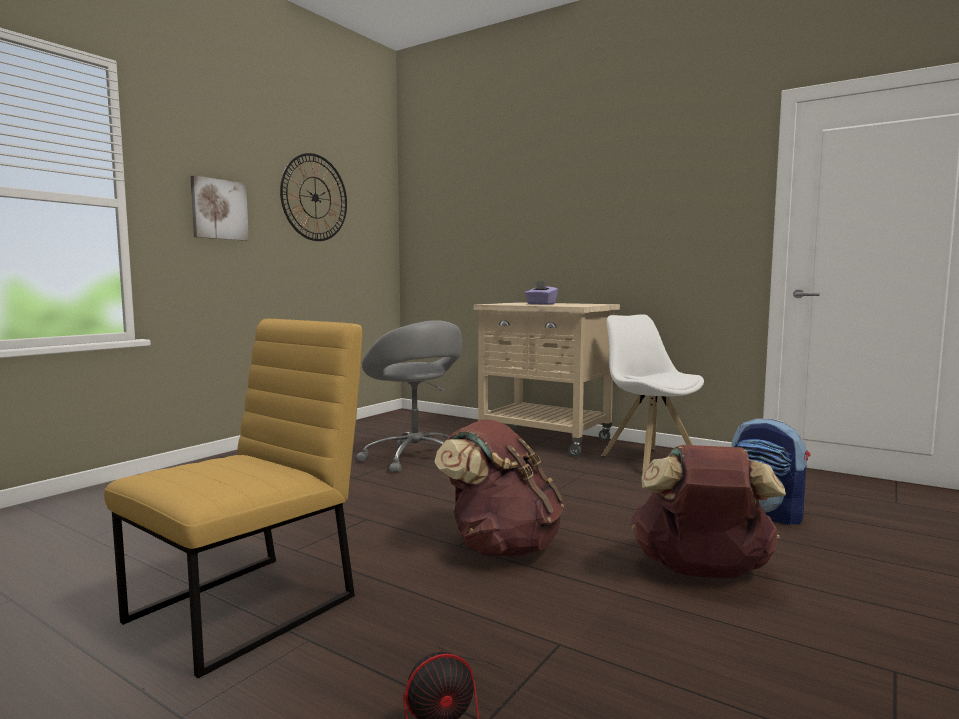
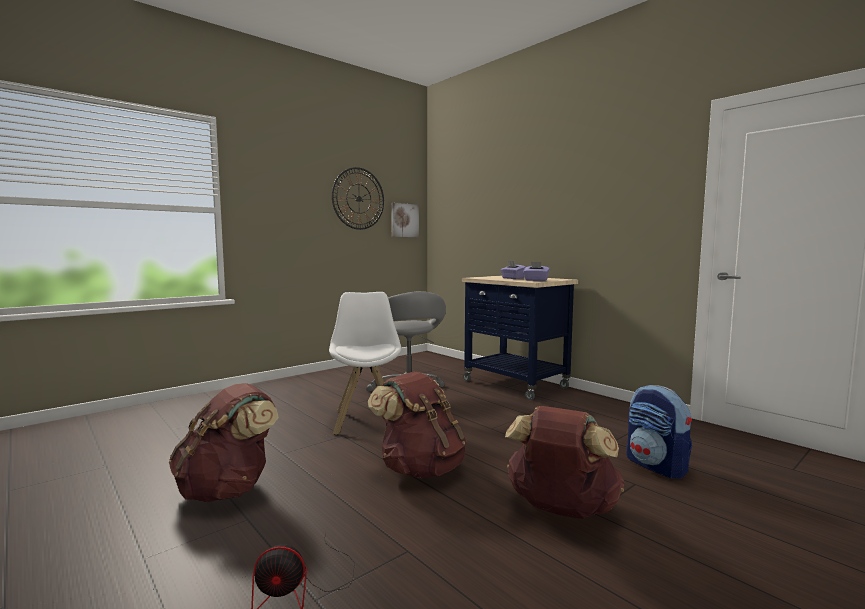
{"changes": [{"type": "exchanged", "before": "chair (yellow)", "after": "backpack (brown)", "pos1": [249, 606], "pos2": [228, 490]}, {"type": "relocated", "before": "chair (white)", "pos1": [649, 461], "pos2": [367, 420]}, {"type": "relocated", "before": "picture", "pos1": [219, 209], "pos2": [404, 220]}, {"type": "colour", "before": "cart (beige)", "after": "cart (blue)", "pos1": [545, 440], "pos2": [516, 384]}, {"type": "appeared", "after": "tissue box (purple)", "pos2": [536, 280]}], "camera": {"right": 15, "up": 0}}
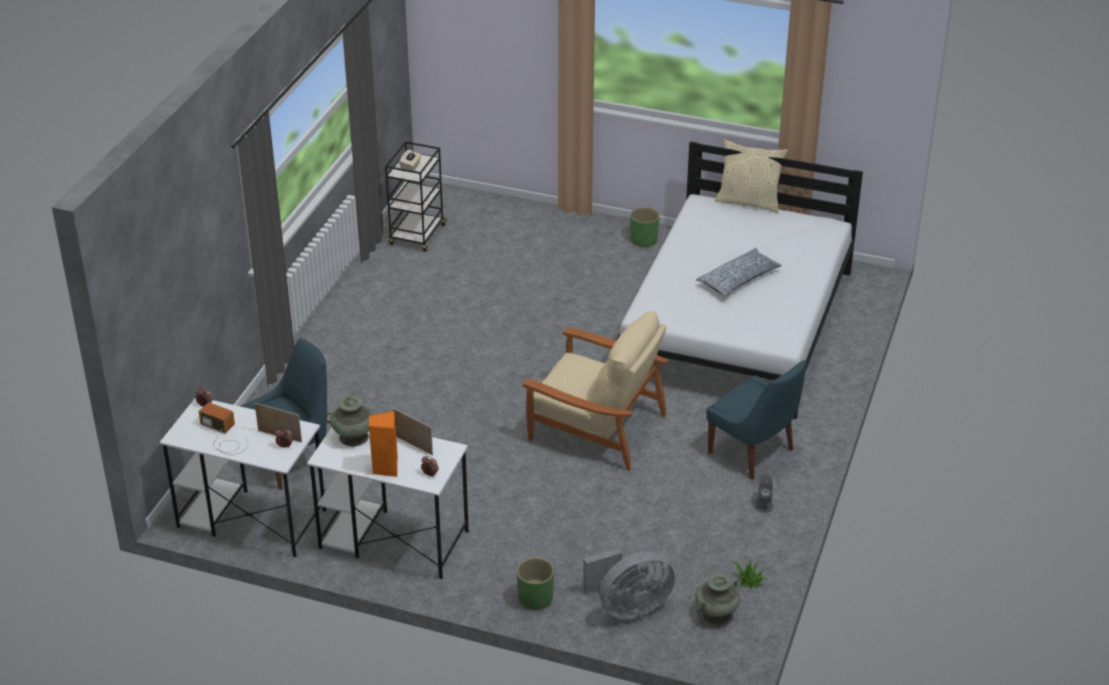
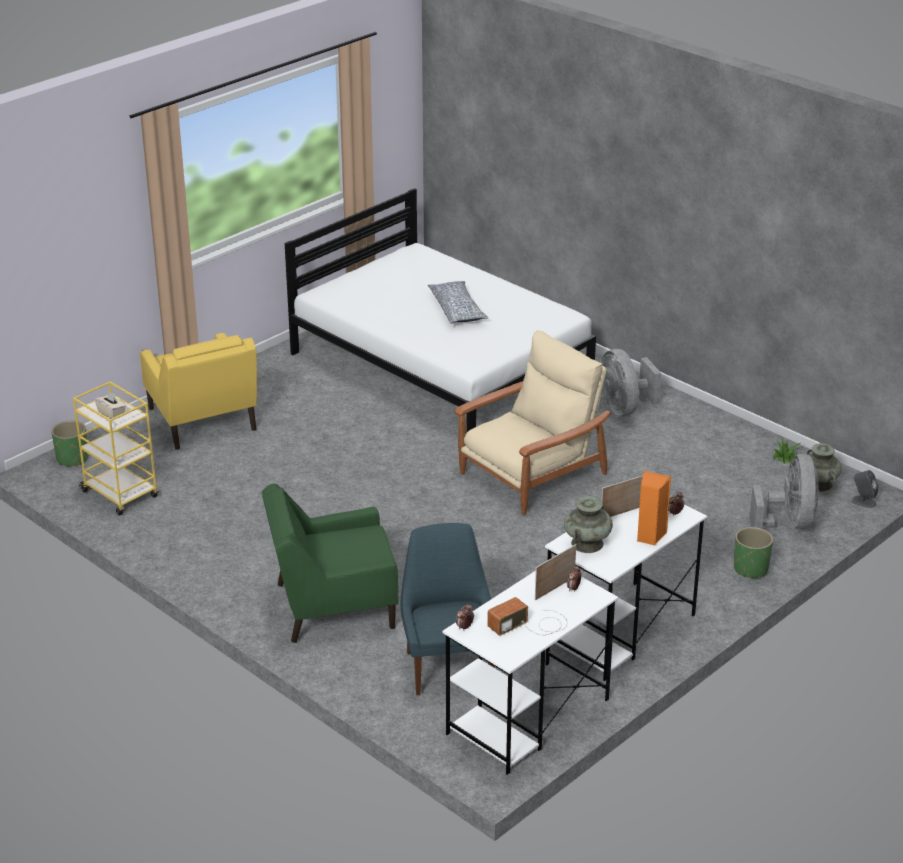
{"changes": [{"type": "relocated", "before": "planter (green)", "pos1": [643, 240], "pos2": [72, 459]}, {"type": "colour", "before": "cart (black)", "after": "cart (yellow)", "pos1": [417, 236], "pos2": [121, 495]}, {"type": "appeared", "after": "armchair (yellow)", "pos2": [202, 421]}, {"type": "appeared", "after": "armchair (green)", "pos2": [332, 606]}, {"type": "exchanged", "before": "chair (blue)", "after": "fan (grey)", "pos1": [753, 453], "pos2": [624, 409]}, {"type": "relocated", "before": "speaker (grey)", "pos1": [763, 504], "pos2": [863, 501]}, {"type": "missing", "before": "pillow (beige)", "pos1": [748, 201]}], "camera": {"right": -65, "up": -5}}
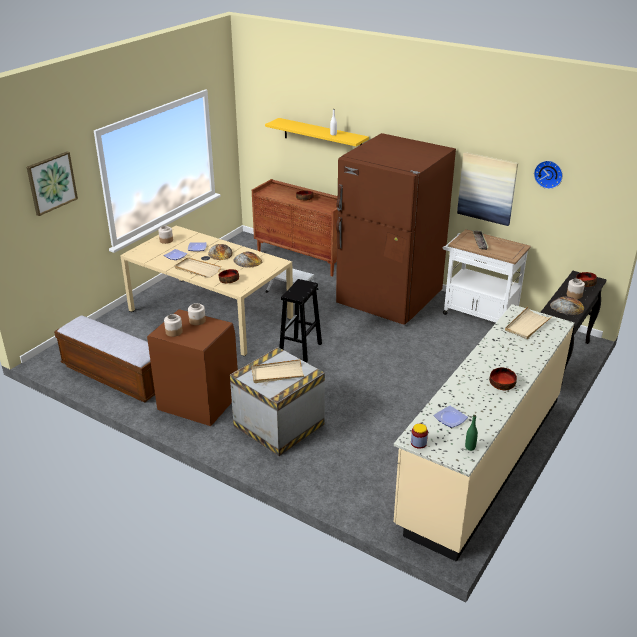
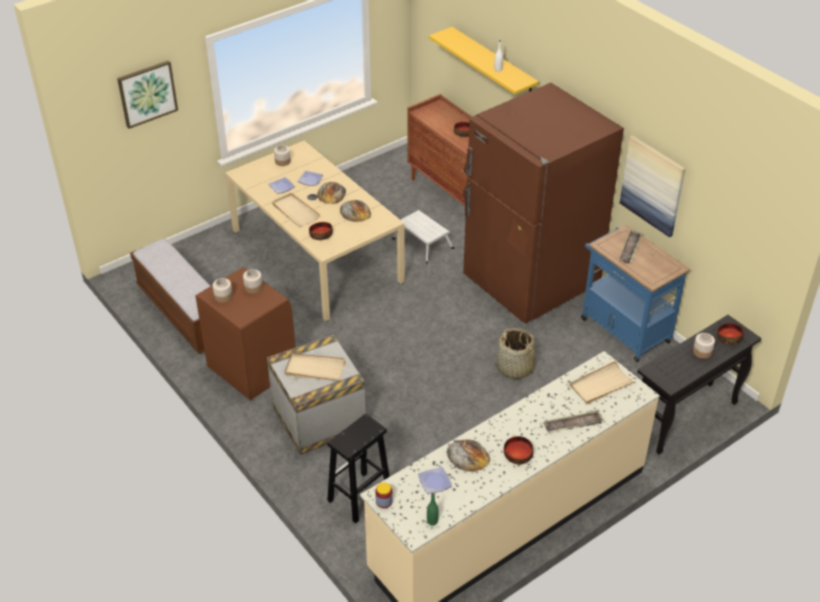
{"changes": [{"type": "relocated", "before": "stool (black)", "pos1": [300, 350], "pos2": [359, 498]}, {"type": "relocated", "before": "bread", "pos1": [567, 307], "pos2": [468, 455]}, {"type": "appeared", "after": "basket", "pos2": [515, 368]}, {"type": "appeared", "after": "tray", "pos2": [572, 424]}, {"type": "colour", "before": "cart (white)", "after": "cart (blue)", "pos1": [477, 314], "pos2": [623, 329]}, {"type": "missing", "before": "wall clock", "pos1": [549, 174]}], "camera": {"right": 20, "up": 10}}
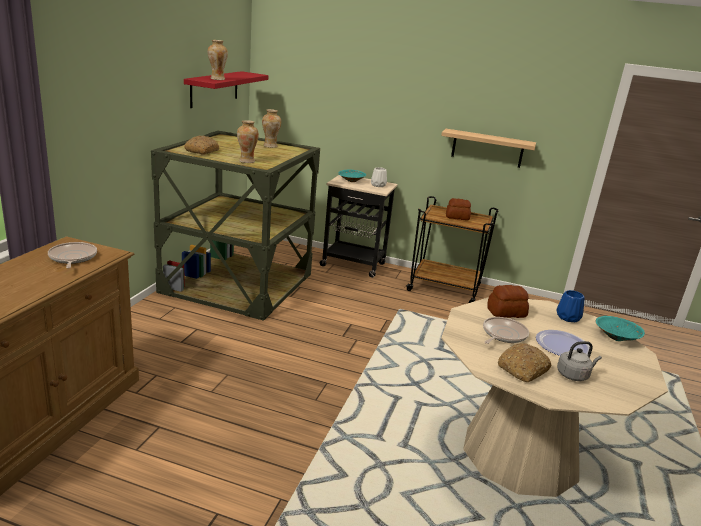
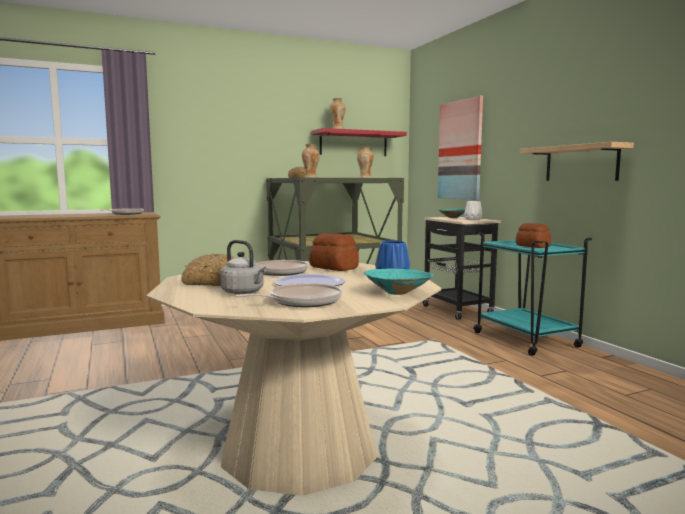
{"changes": [{"type": "appeared", "after": "frying pan", "pos2": [301, 301]}, {"type": "appeared", "after": "picture", "pos2": [460, 150]}, {"type": "colour", "before": "cart (brown)", "after": "cart (turquoise)", "pos1": [445, 288], "pos2": [526, 340]}], "camera": {"right": 50, "up": -15}}
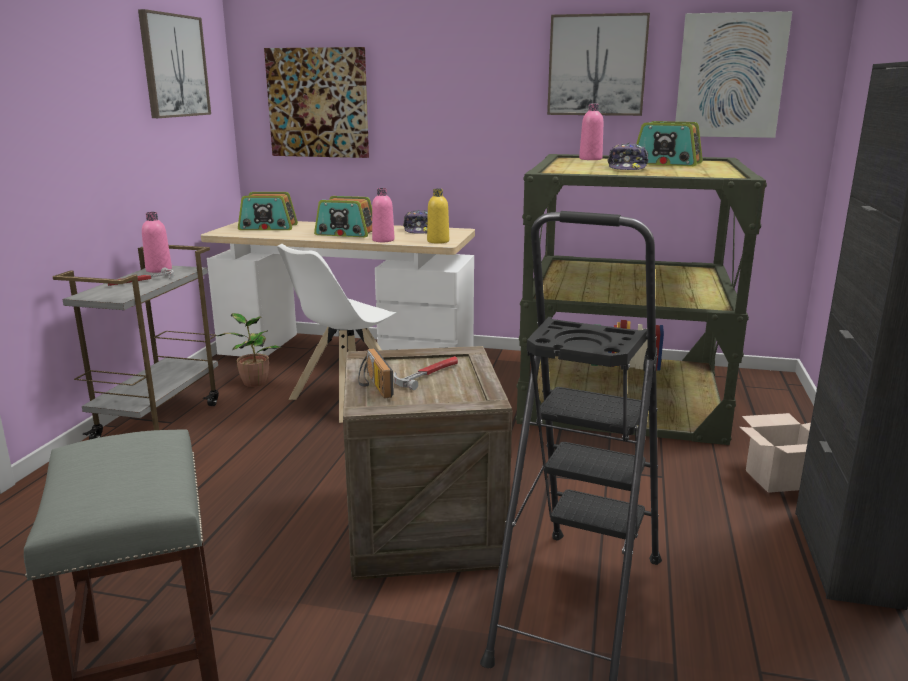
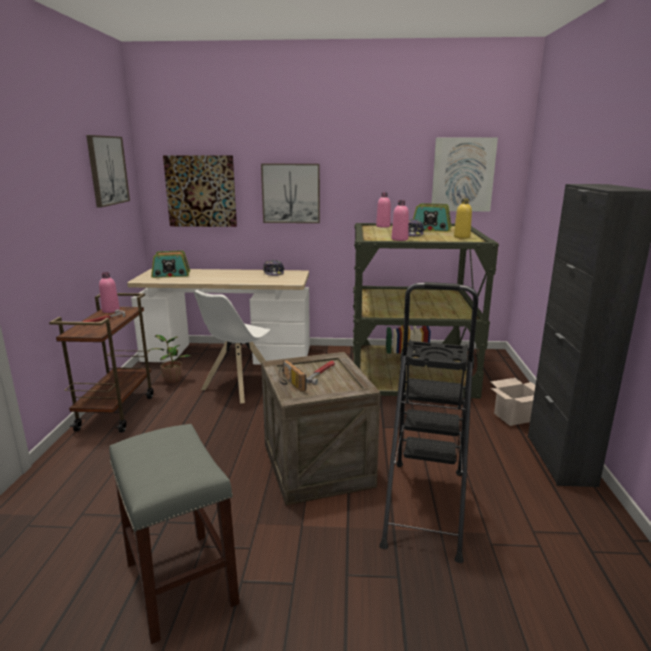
{"changes": [{"type": "colour", "before": "cart (grey)", "after": "cart (brown)", "pos1": [161, 420], "pos2": [117, 411]}, {"type": "relocated", "before": "picture", "pos1": [597, 65], "pos2": [291, 193]}, {"type": "relocated", "before": "bottle (pink)", "pos1": [383, 240], "pos2": [399, 239]}, {"type": "relocated", "before": "bottle (yellow)", "pos1": [438, 241], "pos2": [461, 237]}, {"type": "missing", "before": "radio", "pos1": [346, 233]}], "camera": {"right": -10, "up": 0}}
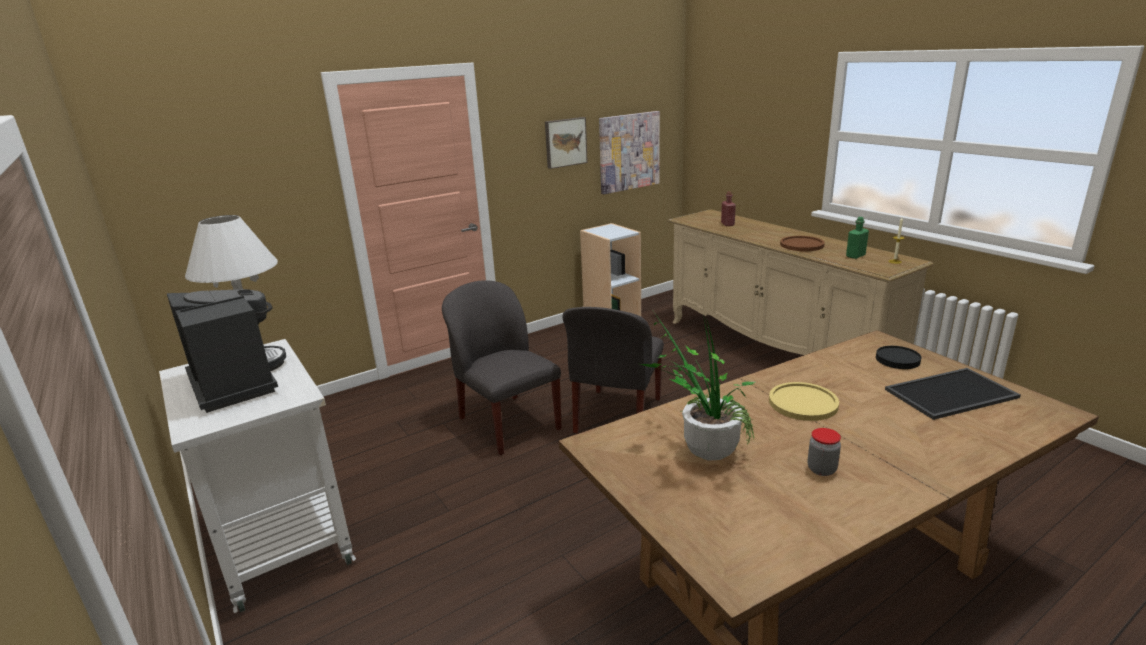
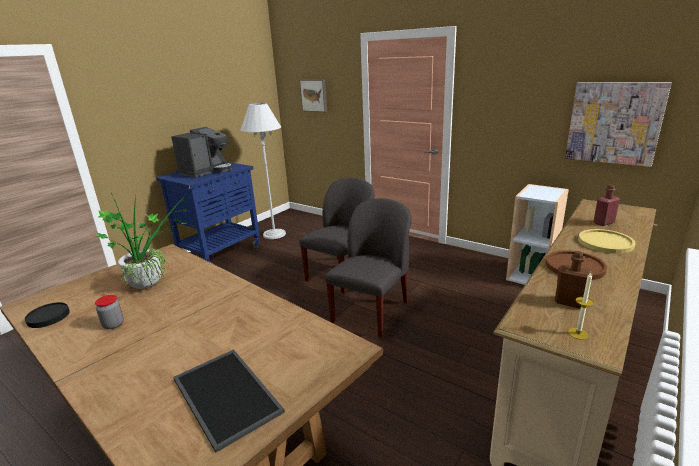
{"changes": [{"type": "relocated", "before": "plate (black)", "pos1": [897, 359], "pos2": [48, 317]}, {"type": "colour", "before": "cart (white)", "after": "cart (blue)", "pos1": [283, 545], "pos2": [221, 252]}, {"type": "relocated", "before": "picture", "pos1": [565, 142], "pos2": [314, 95]}, {"type": "spun", "before": "chair (grey)", "pos1": [617, 417], "pos2": [372, 311], "turn": 120}, {"type": "colour", "before": "bottle (green)", "after": "bottle (brown)", "pos1": [855, 256], "pos2": [569, 302]}, {"type": "relocated", "before": "plate (yellow)", "pos1": [803, 403], "pos2": [605, 242]}], "camera": {"right": 70, "up": 0}}
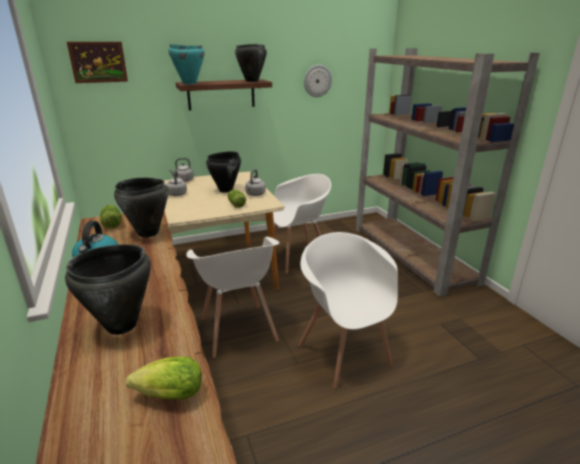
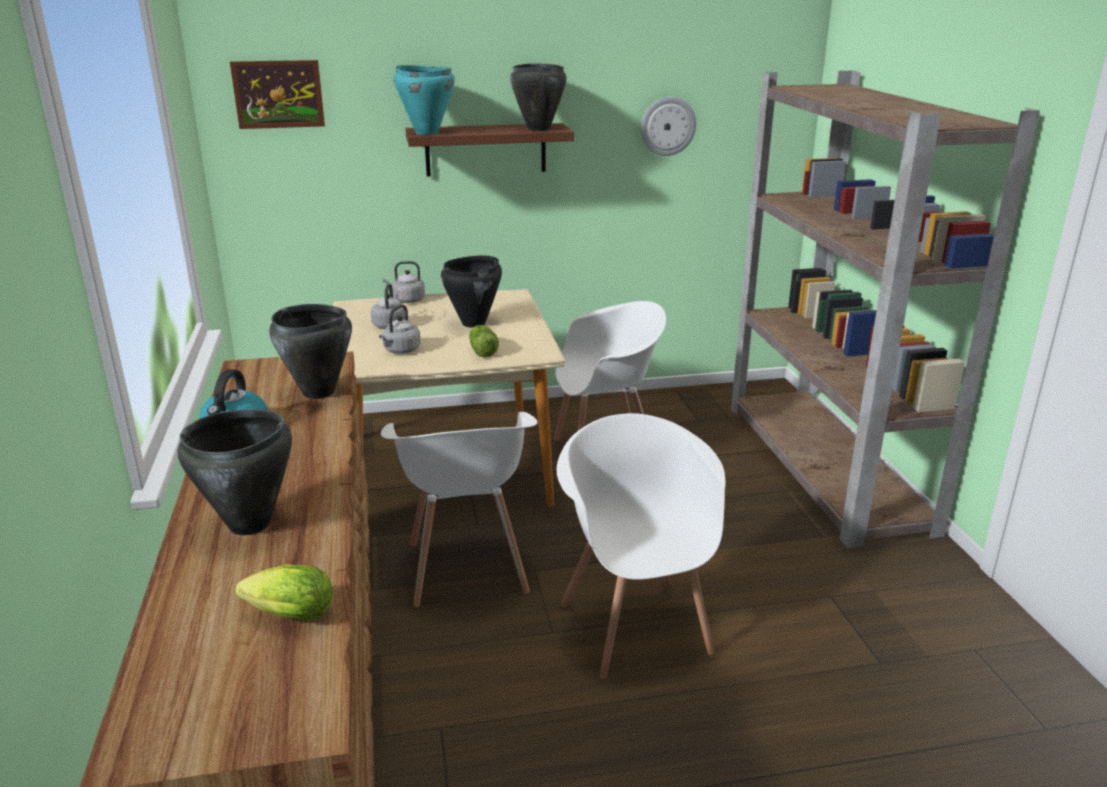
{"changes": [{"type": "relocated", "before": "kettle (grey)", "pos1": [255, 194], "pos2": [400, 350]}, {"type": "missing", "before": "lettuce", "pos1": [112, 223]}], "camera": {"right": 10, "up": 0}}
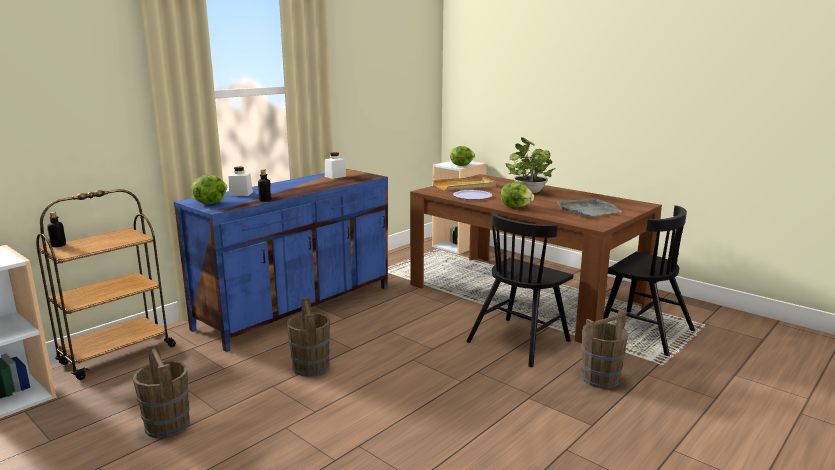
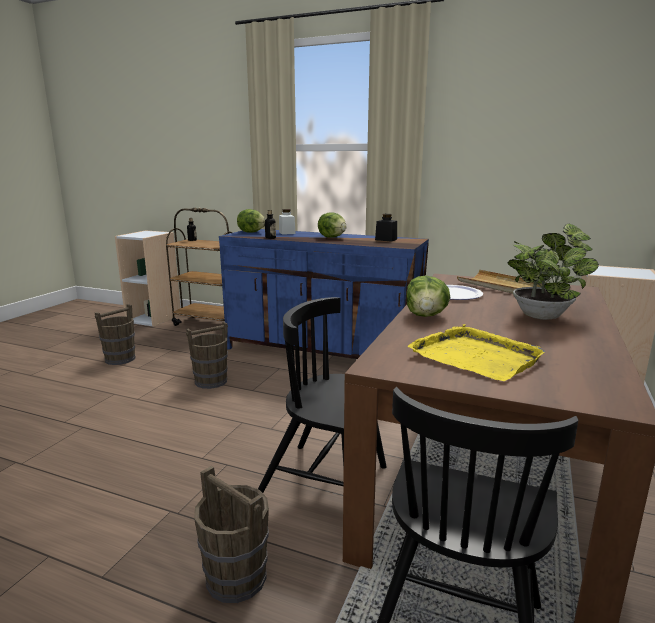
{"changes": [{"type": "relocated", "before": "lettuce", "pos1": [461, 165], "pos2": [332, 237]}, {"type": "colour", "before": "jar (white)", "after": "jar (black)", "pos1": [335, 176], "pos2": [386, 239]}, {"type": "colour", "before": "tray (grey)", "after": "tray (yellow)", "pos1": [588, 210], "pos2": [476, 356]}], "camera": {"right": 70, "up": 0}}
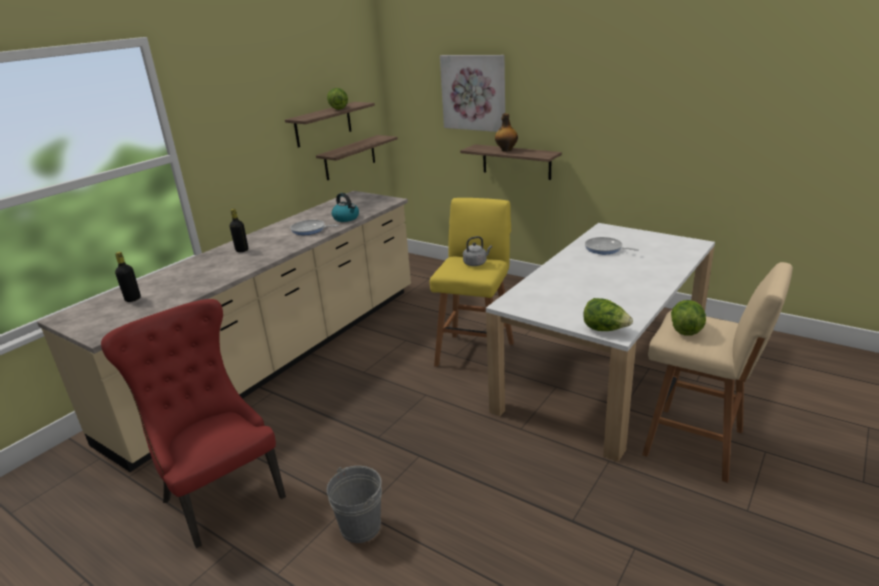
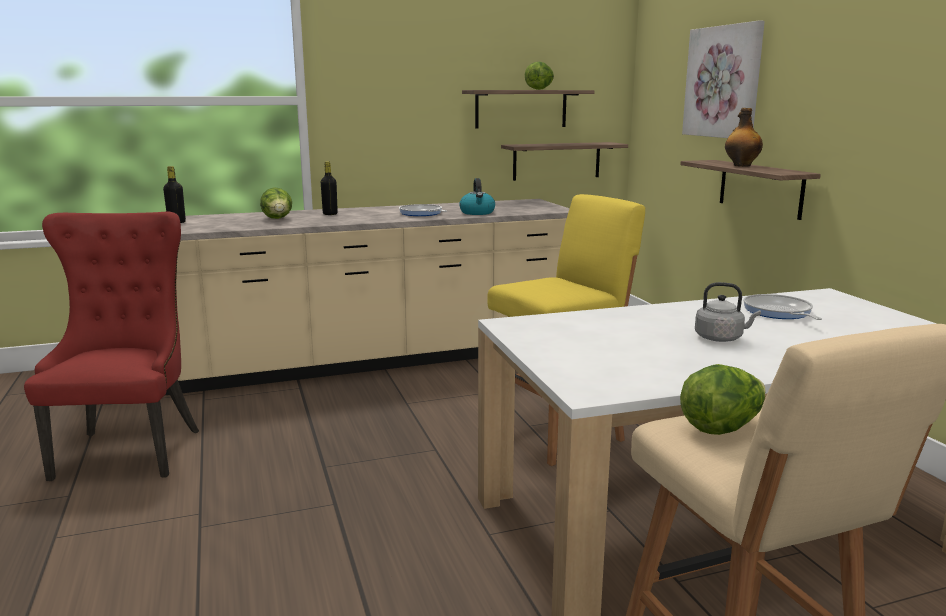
{"changes": [{"type": "relocated", "before": "lettuce", "pos1": [605, 330], "pos2": [278, 219]}, {"type": "relocated", "before": "kettle (grey)", "pos1": [476, 263], "pos2": [721, 338]}, {"type": "missing", "before": "bucket (grey)", "pos1": [360, 527]}], "camera": {"right": 35, "up": -10}}
